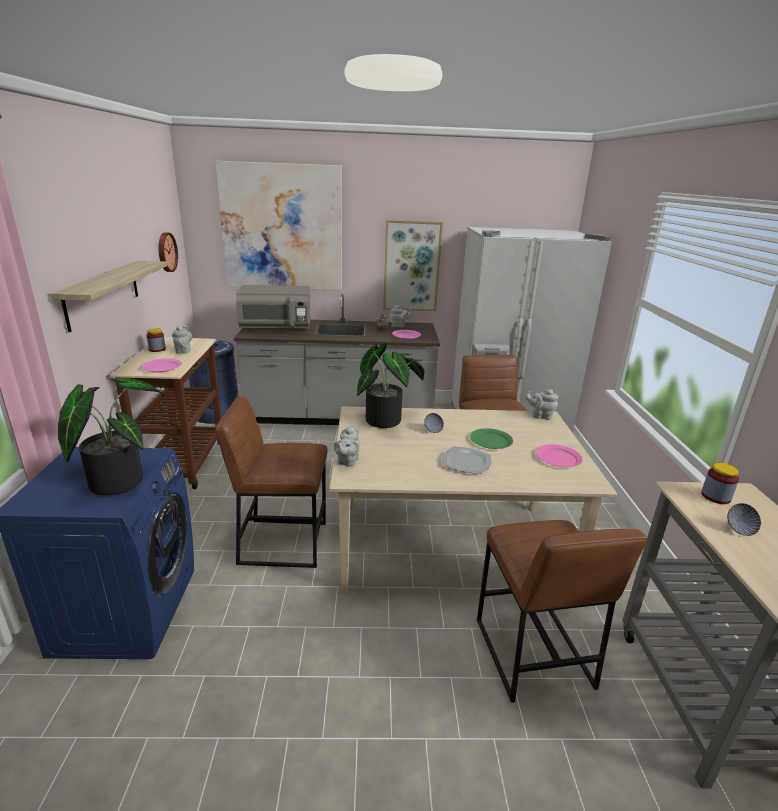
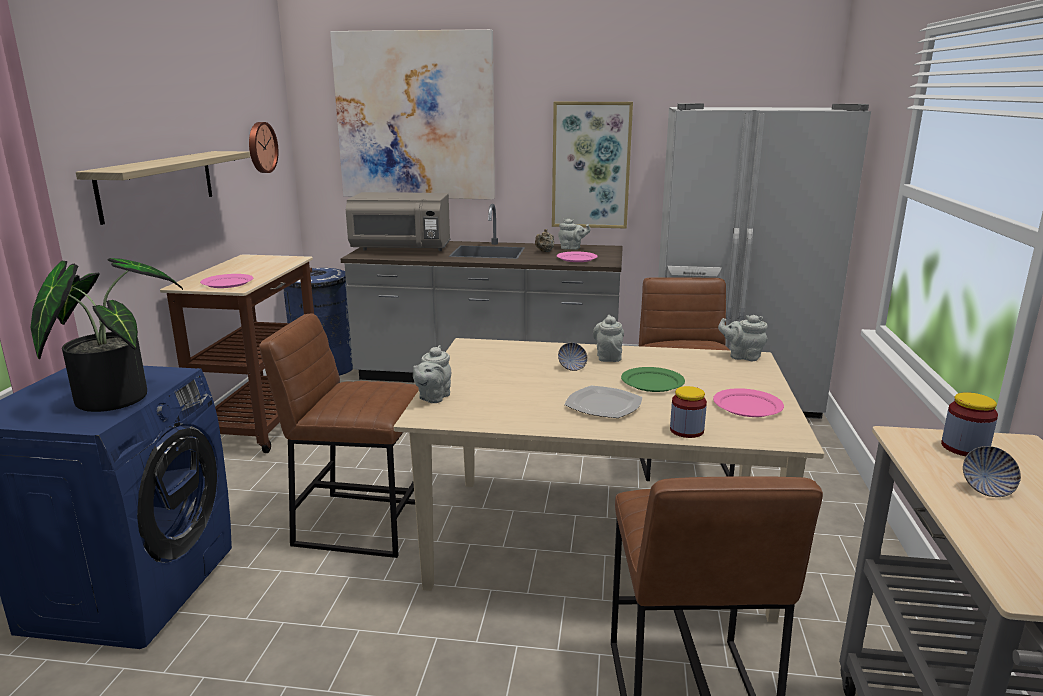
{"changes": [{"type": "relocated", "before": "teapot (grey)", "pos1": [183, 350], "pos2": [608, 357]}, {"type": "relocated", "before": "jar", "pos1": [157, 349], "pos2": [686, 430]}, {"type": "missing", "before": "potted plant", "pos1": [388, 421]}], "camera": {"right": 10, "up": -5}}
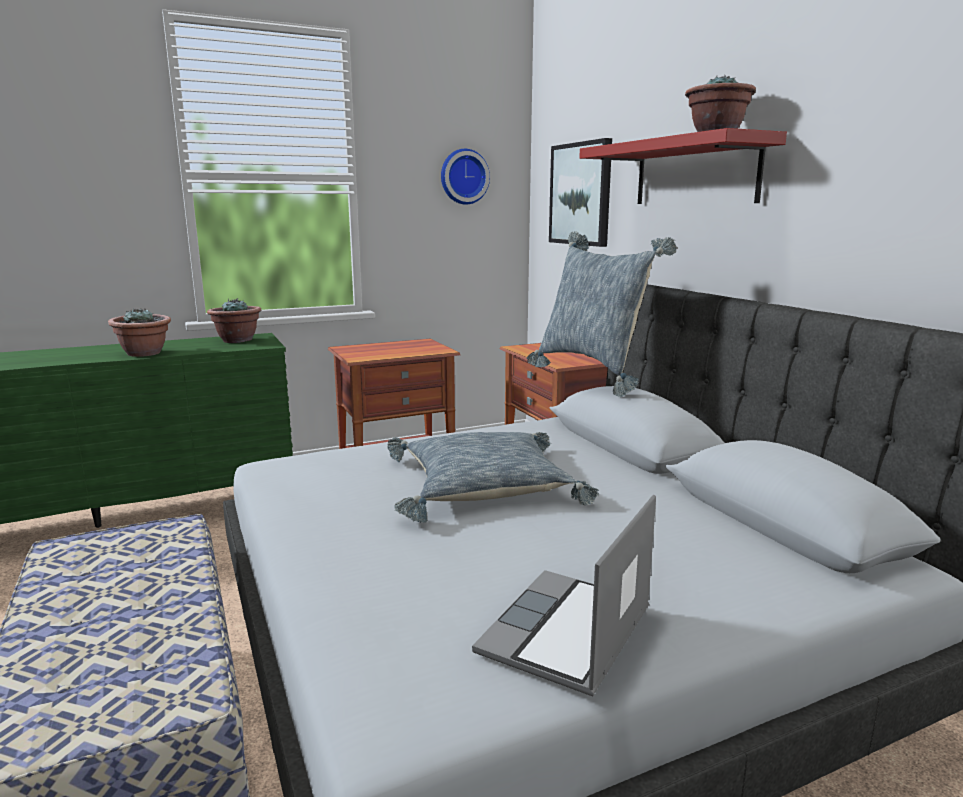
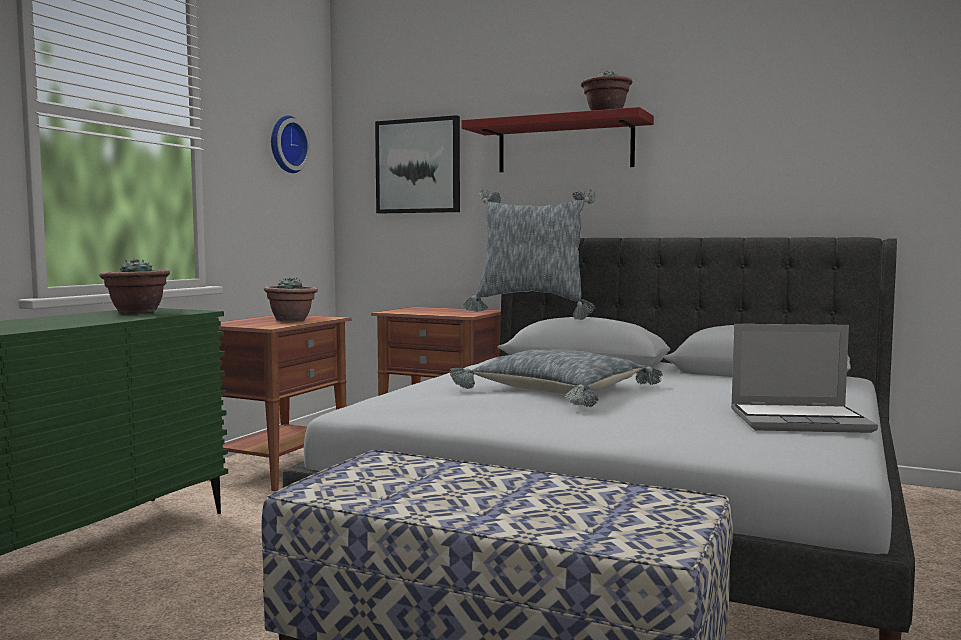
{"changes": [{"type": "relocated", "before": "potted plant", "pos1": [144, 353], "pos2": [291, 320]}, {"type": "spun", "before": "laptop", "pos1": [567, 634], "pos2": [800, 421], "turn": -75}], "camera": {"right": -40, "up": -10}}
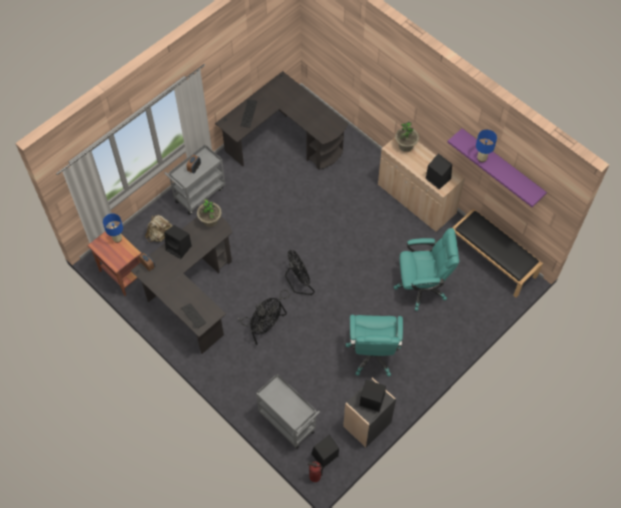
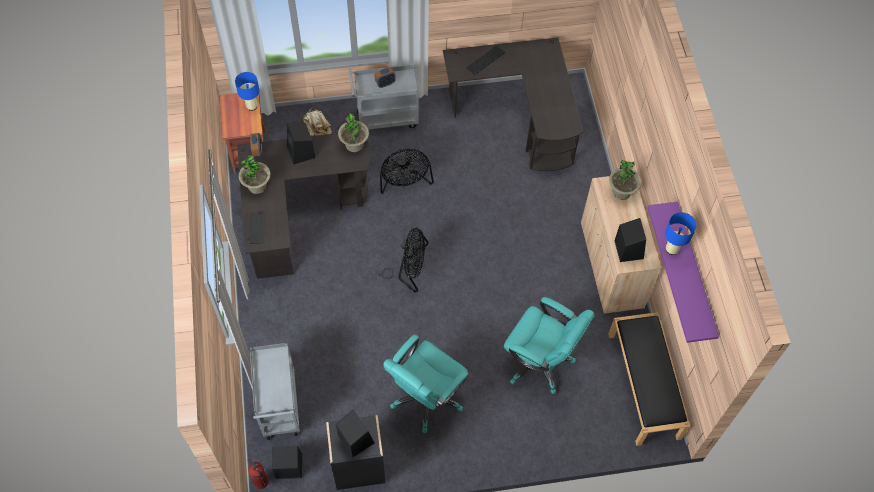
{"changes": [{"type": "appeared", "after": "potted plant", "pos2": [257, 186]}, {"type": "relocated", "before": "fan (black)", "pos1": [262, 326], "pos2": [402, 180]}], "camera": {"right": 35, "up": 0}}
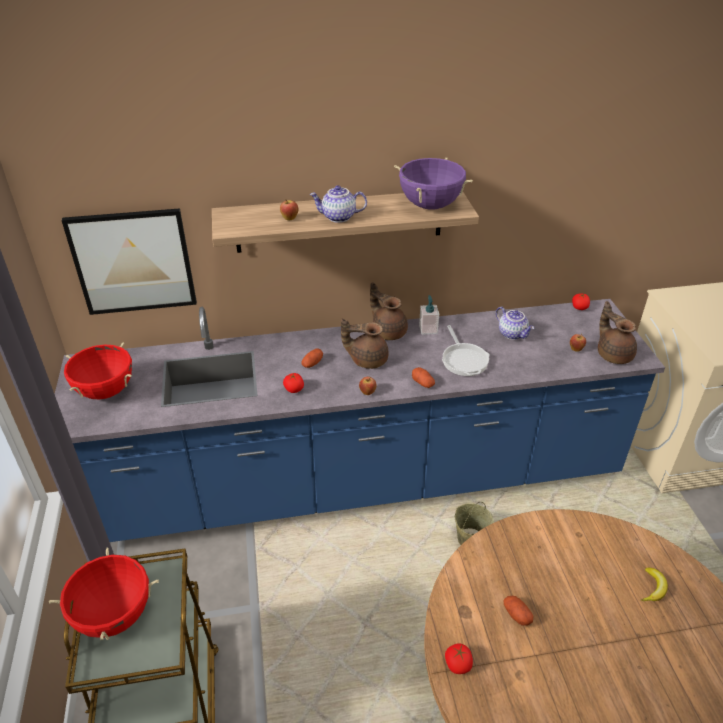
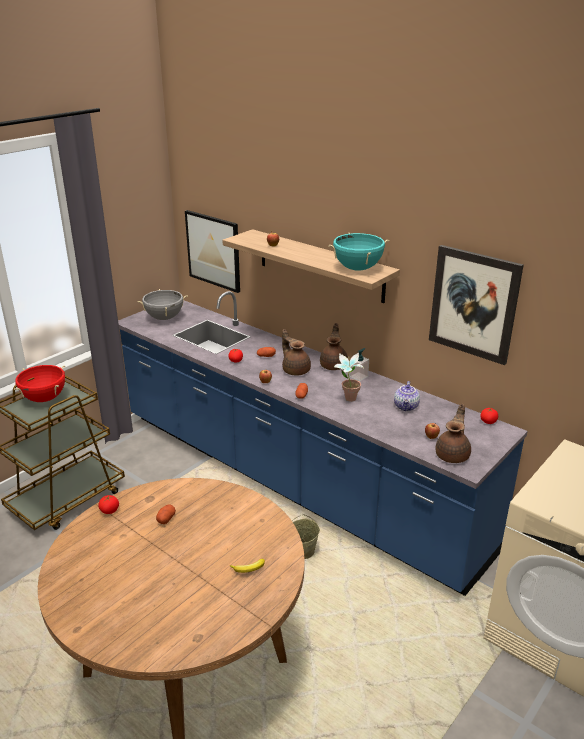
{"changes": [{"type": "colour", "before": "cooking pot (red)", "after": "cooking pot (grey)", "pos1": [105, 391], "pos2": [164, 318]}, {"type": "colour", "before": "cooking pot (purple)", "after": "cooking pot (turquoise)", "pos1": [430, 206], "pos2": [357, 268]}, {"type": "exchanged", "before": "frying pan", "after": "potted plant", "pos1": [464, 359], "pos2": [347, 400]}, {"type": "appeared", "after": "picture", "pos2": [473, 304]}, {"type": "missing", "before": "teapot", "pos1": [338, 217]}], "camera": {"right": 50, "up": -10}}
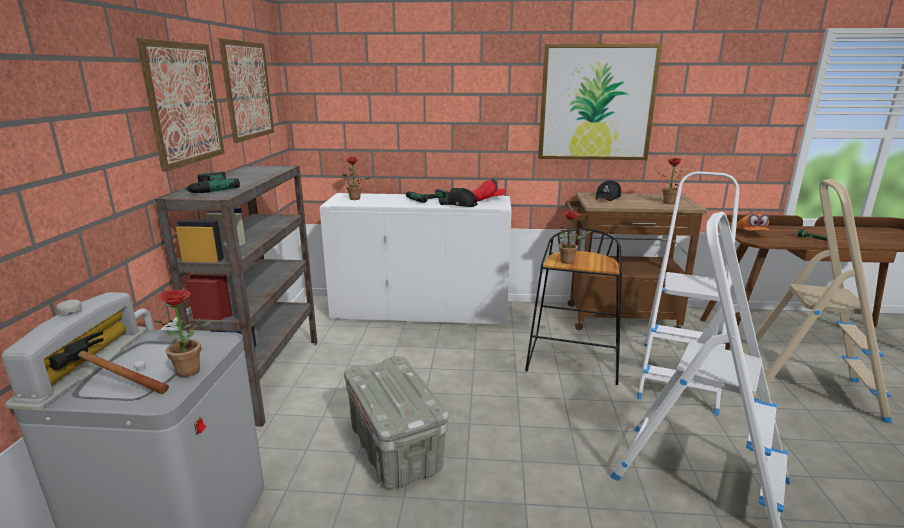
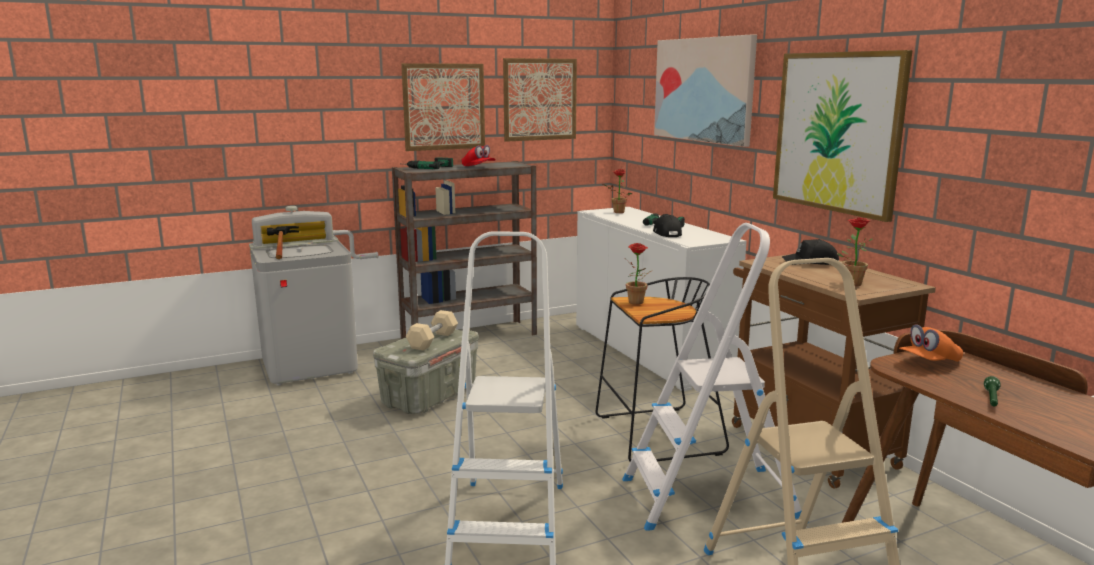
{"changes": [{"type": "appeared", "after": "dumbbell (beige)", "pos2": [432, 340]}, {"type": "relocated", "before": "cap (red)", "pos1": [488, 199], "pos2": [478, 167]}, {"type": "appeared", "after": "picture", "pos2": [704, 89]}, {"type": "missing", "before": "potted plant", "pos1": [193, 370]}], "camera": {"right": 60, "up": -5}}
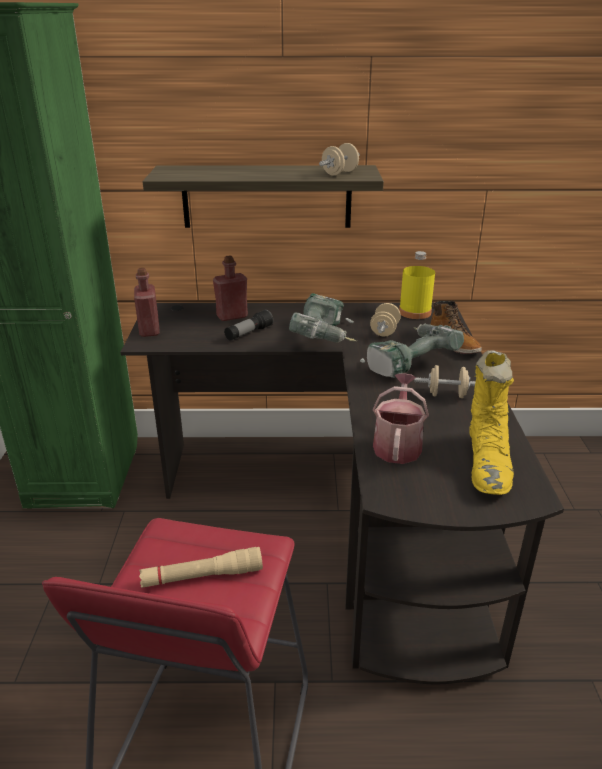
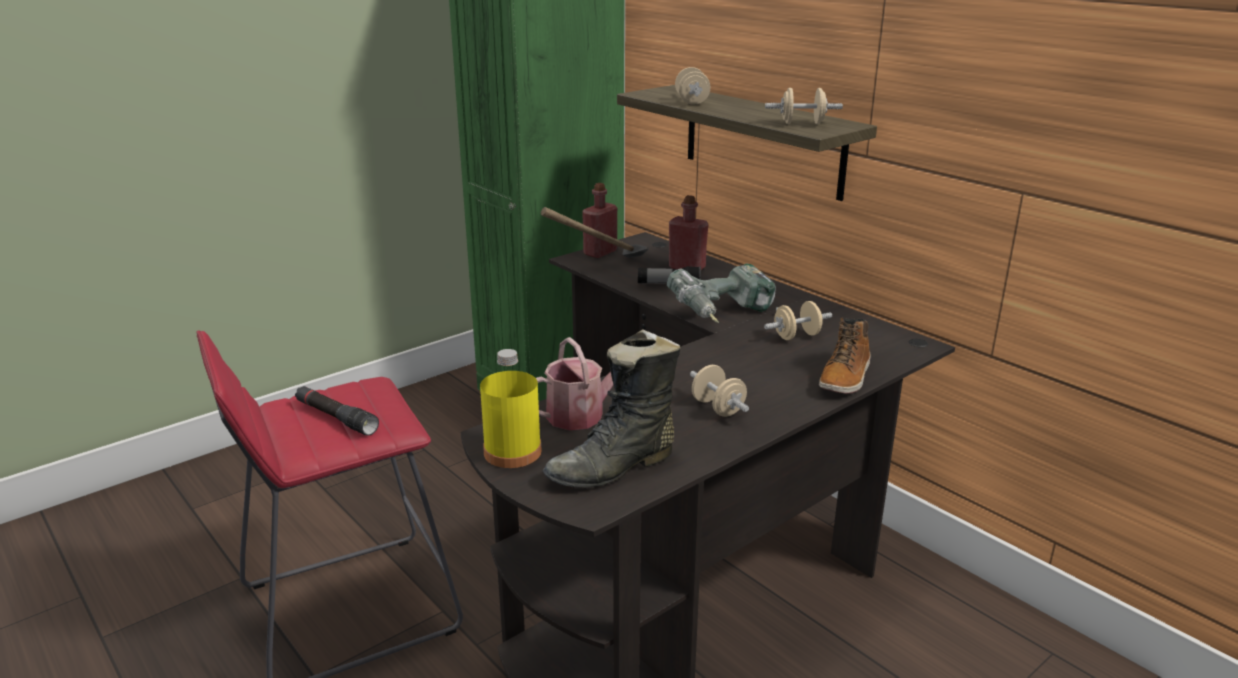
{"changes": [{"type": "colour", "before": "flashlight (beige)", "after": "flashlight (black)", "pos1": [202, 576], "pos2": [336, 418]}, {"type": "relocated", "before": "bottle (yellow)", "pos1": [415, 312], "pos2": [512, 452]}, {"type": "appeared", "after": "hammer", "pos2": [599, 267]}, {"type": "colour", "before": "boot (yellow)", "after": "boot (black)", "pos1": [488, 464], "pos2": [615, 467]}, {"type": "appeared", "after": "dumbbell (beige)", "pos2": [691, 101]}, {"type": "missing", "before": "power drill", "pos1": [408, 363]}], "camera": {"right": 50, "up": -5}}
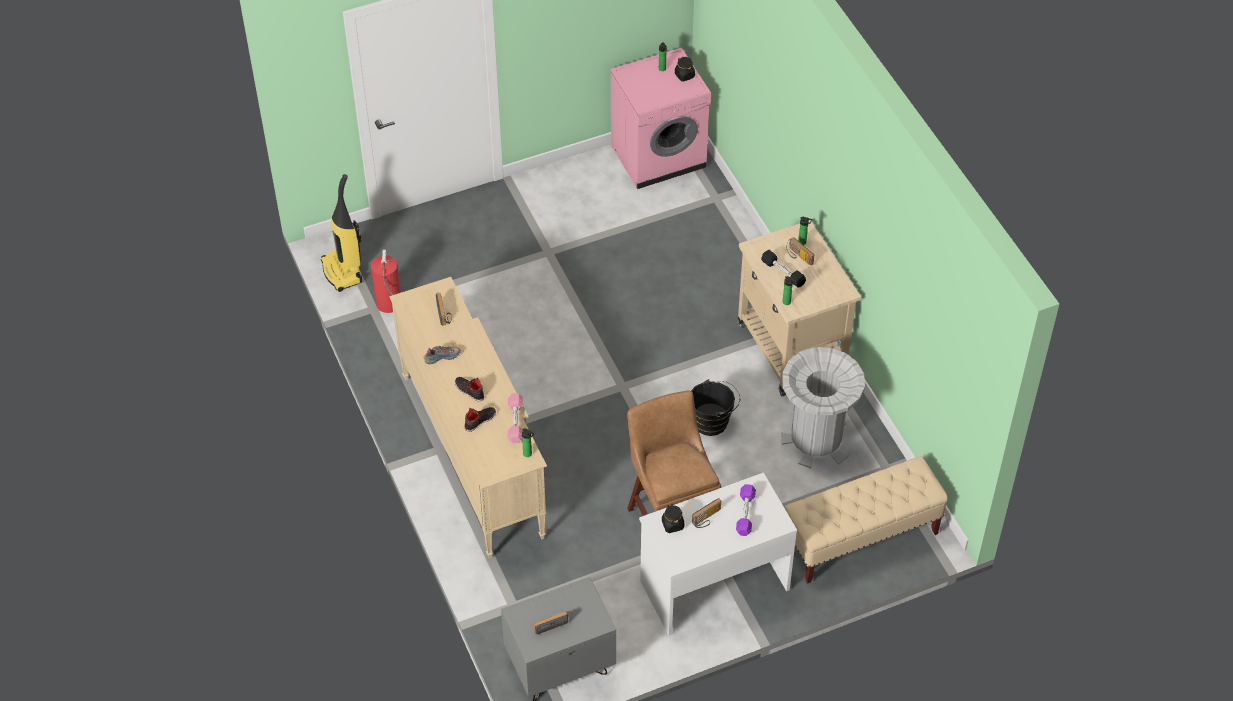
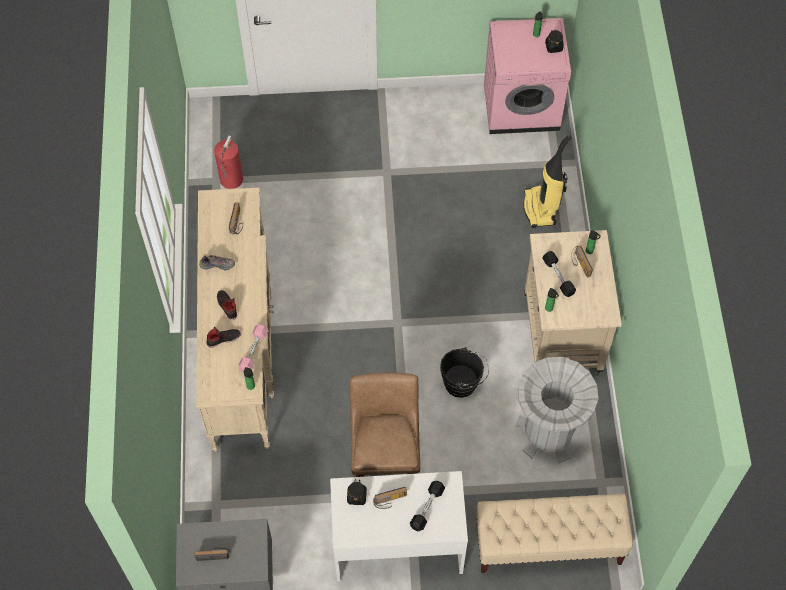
{"changes": [{"type": "colour", "before": "dumbbell (purple)", "after": "dumbbell (black)", "pos1": [745, 514], "pos2": [427, 508]}, {"type": "relocated", "before": "vacuum cleaner", "pos1": [343, 271], "pos2": [541, 208]}], "camera": {"right": 20, "up": 10}}
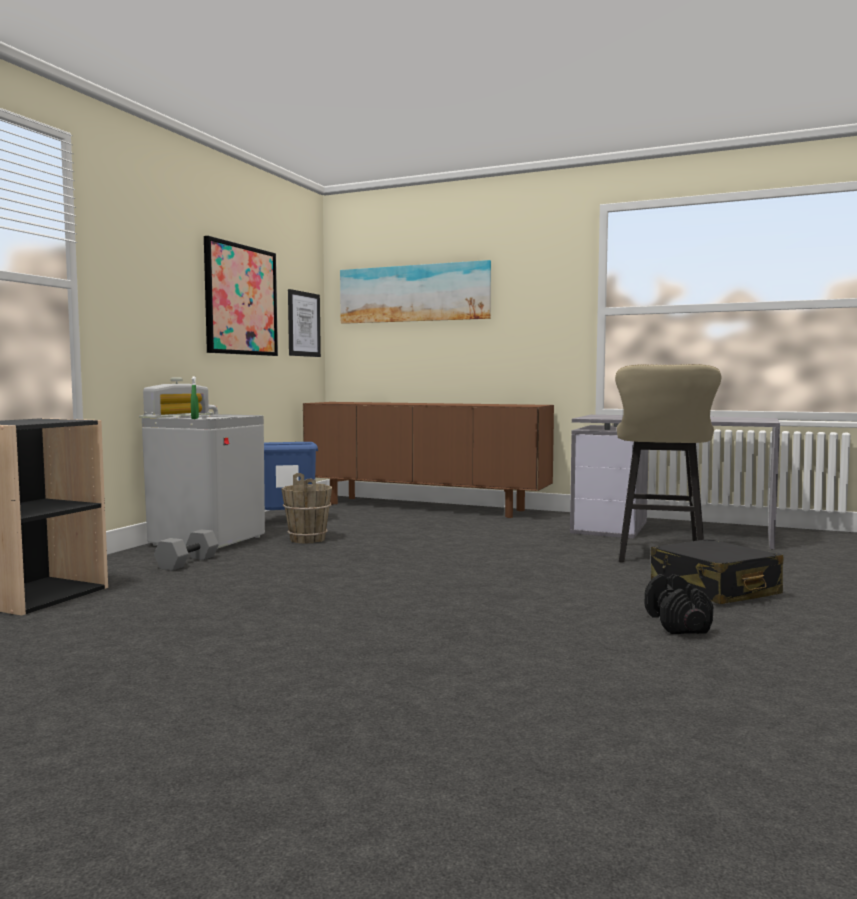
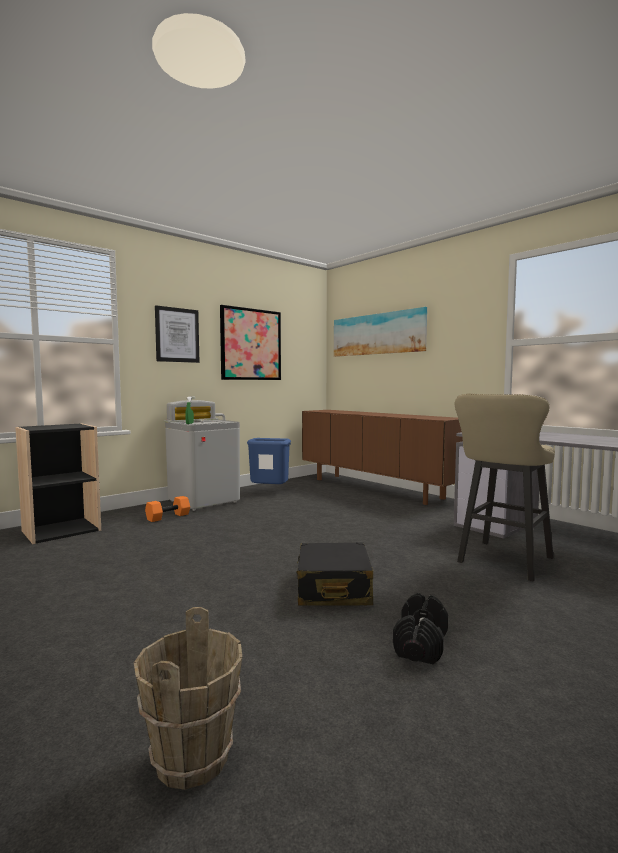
{"changes": [{"type": "relocated", "before": "bucket (brown)", "pos1": [308, 539], "pos2": [193, 758]}, {"type": "colour", "before": "dumbbell (grey)", "after": "dumbbell (orange)", "pos1": [187, 562], "pos2": [168, 517]}, {"type": "relocated", "before": "picture", "pos1": [303, 324], "pos2": [177, 335]}, {"type": "relocated", "before": "suitcase (black)", "pos1": [714, 590], "pos2": [333, 589]}], "camera": {"right": 25, "up": 0}}
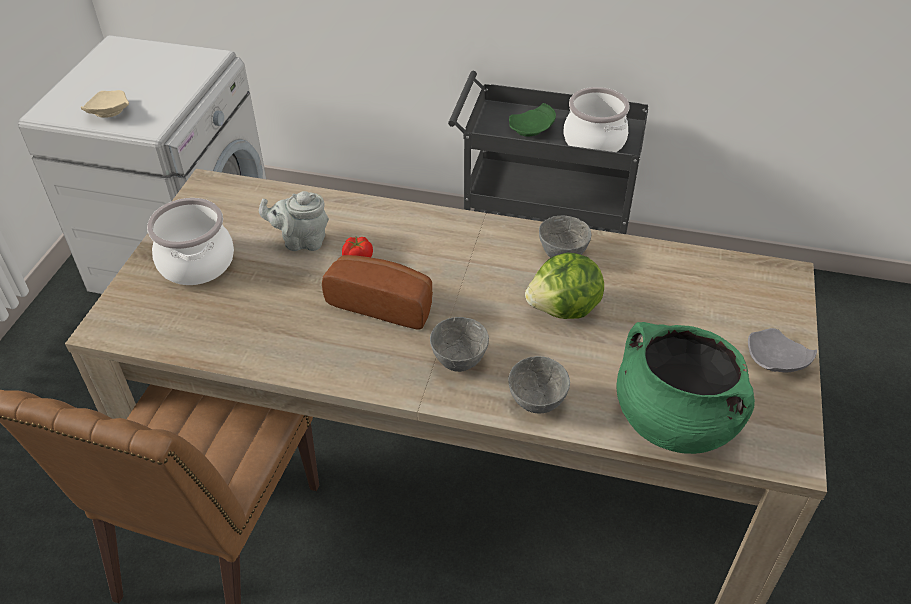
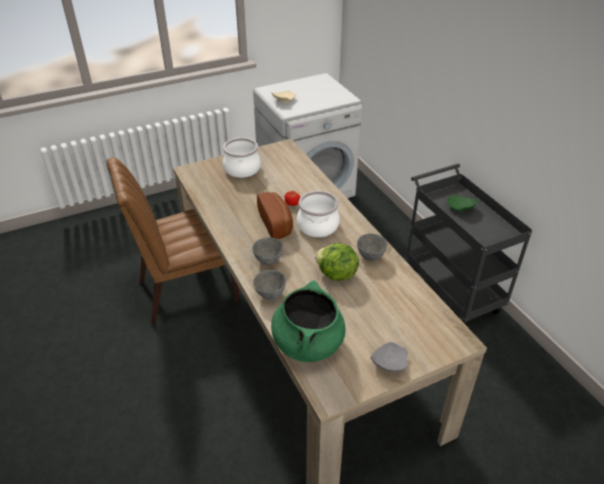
{"changes": [{"type": "relocated", "before": "cooking pot", "pos1": [594, 141], "pos2": [318, 226]}, {"type": "missing", "before": "teapot (grey)", "pos1": [301, 241]}], "camera": {"right": 50, "up": -5}}
